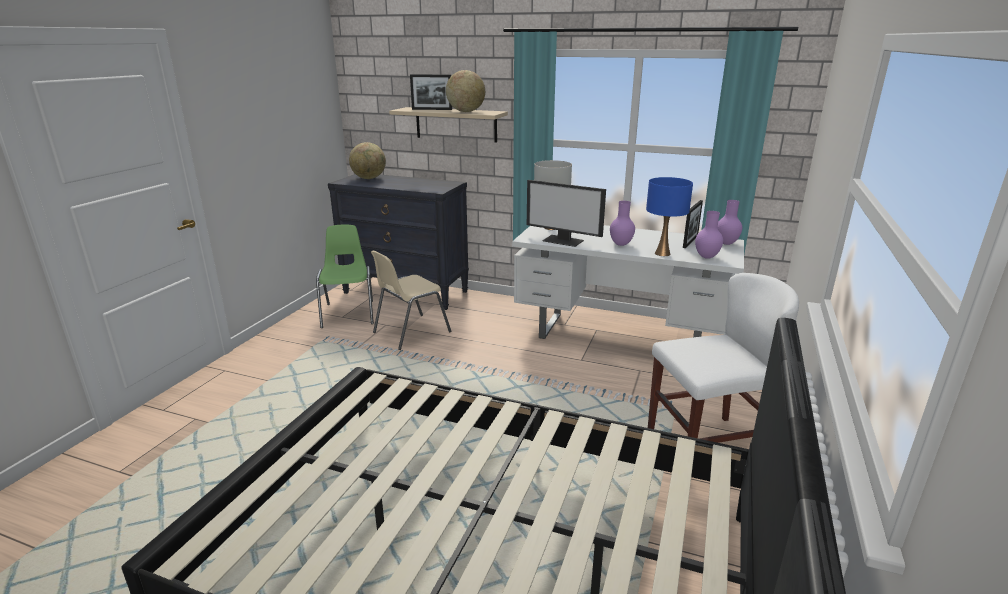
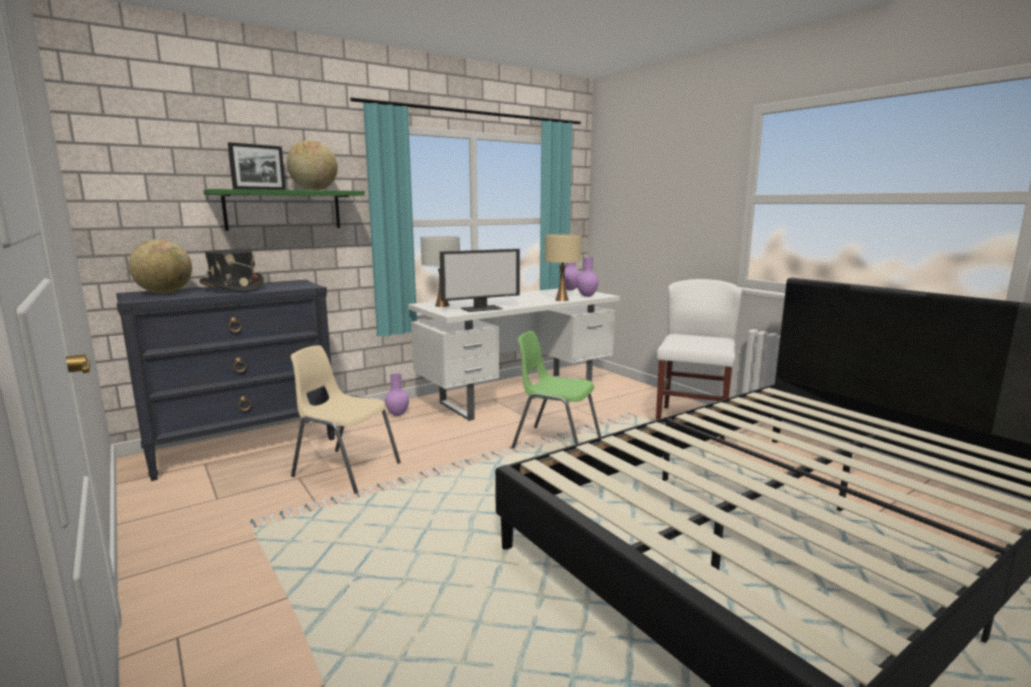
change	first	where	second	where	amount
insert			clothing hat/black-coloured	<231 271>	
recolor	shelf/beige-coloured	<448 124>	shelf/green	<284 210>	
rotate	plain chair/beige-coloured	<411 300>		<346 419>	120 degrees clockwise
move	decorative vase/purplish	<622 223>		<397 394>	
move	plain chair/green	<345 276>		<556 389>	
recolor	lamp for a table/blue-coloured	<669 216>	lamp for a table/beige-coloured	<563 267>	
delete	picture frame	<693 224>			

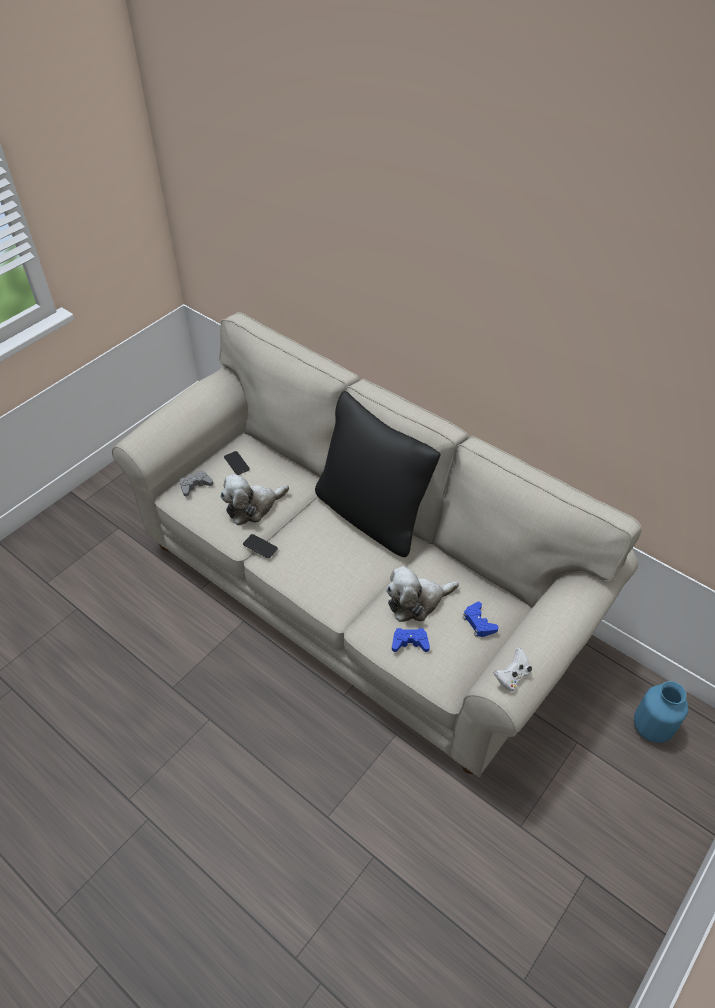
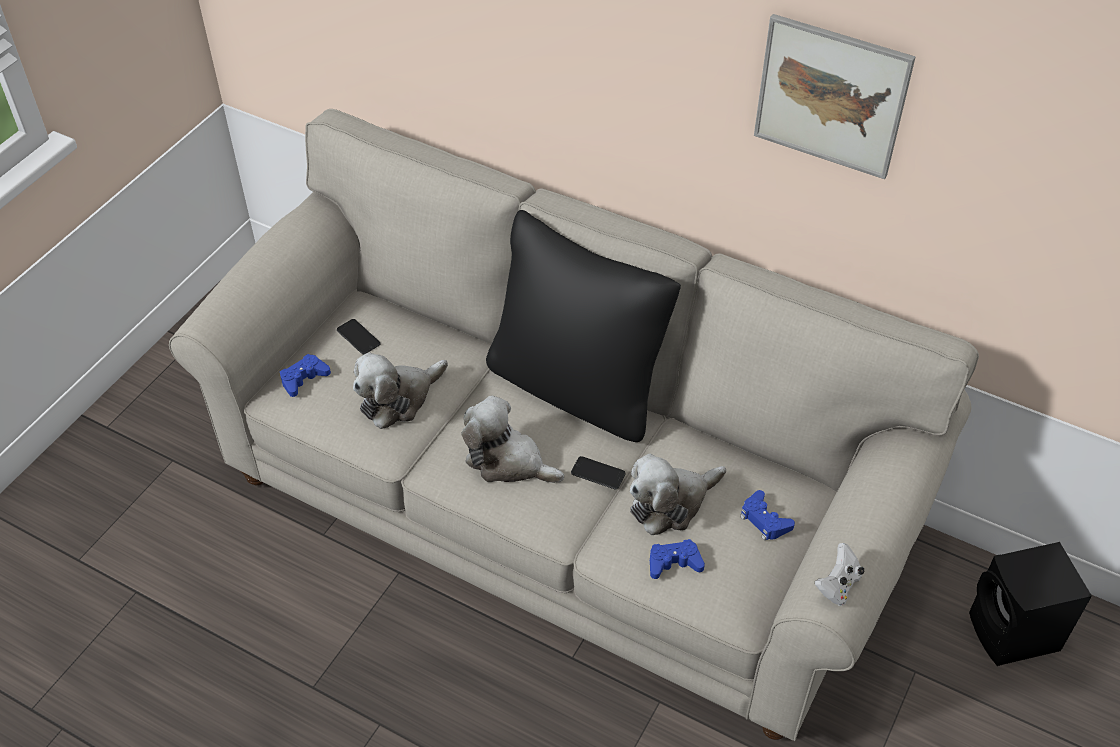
change	first	where	second	where	amount
recolor	game controller/gray	<196 483>	game controller/blue-coloured	<305 375>	
insert			cuddly toy	<512 439>	
move	phone	<260 546>		<598 472>	
insert			wall picture	<834 96>	
replace	decorative vase/blue-coloured	<661 712>	audio speaker/black-coloured	<1030 604>	

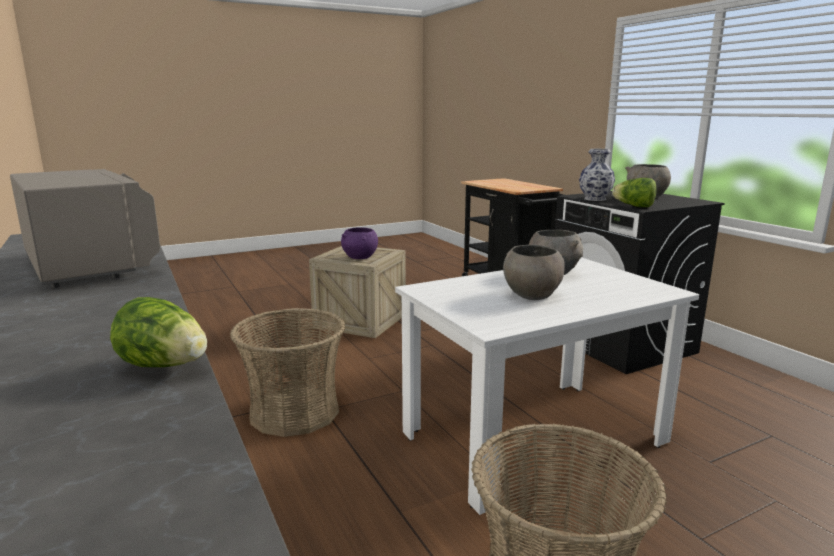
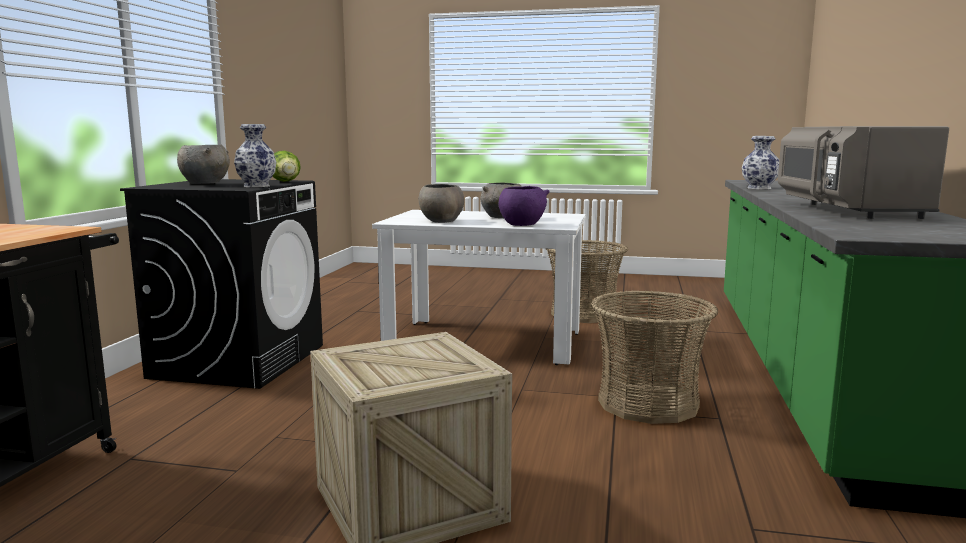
change	first	where	second	where	amount
move	serving bowl/purplish	<359 243>		<524 206>	
replace	lettuce head	<158 332>	decorative vase	<760 162>	

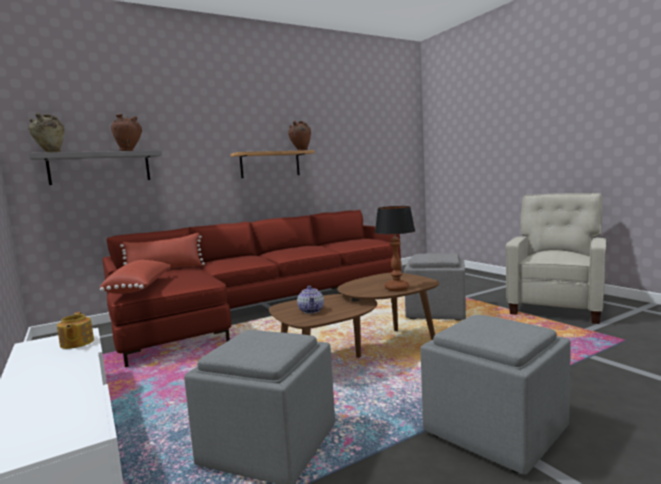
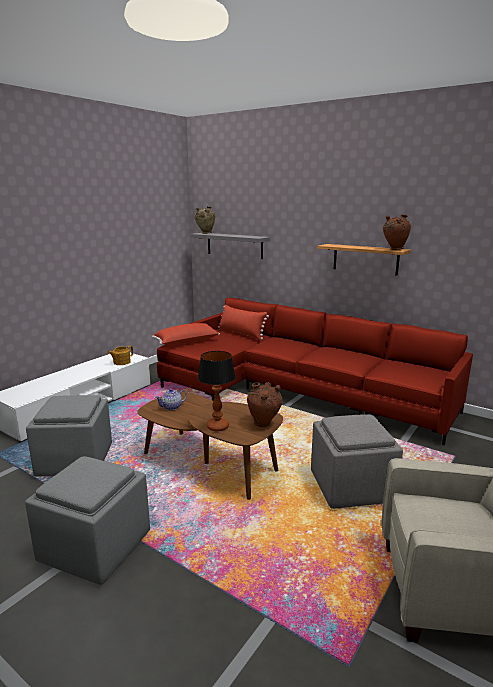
change	first	where	second	where	amount
move	decorative vase/brown	<126 132>		<265 404>	

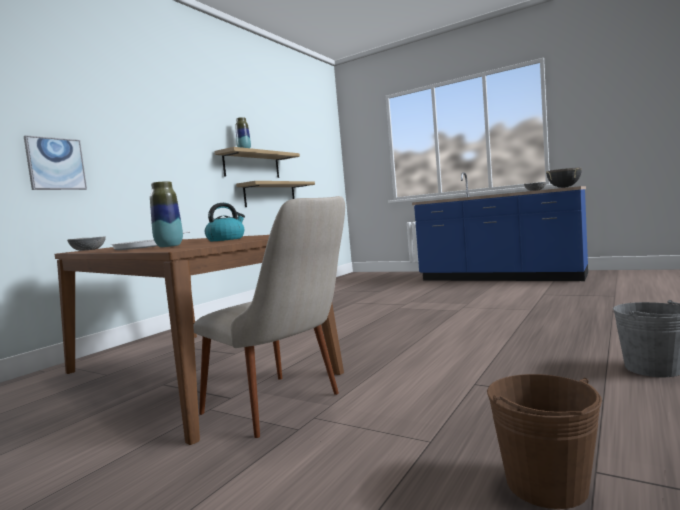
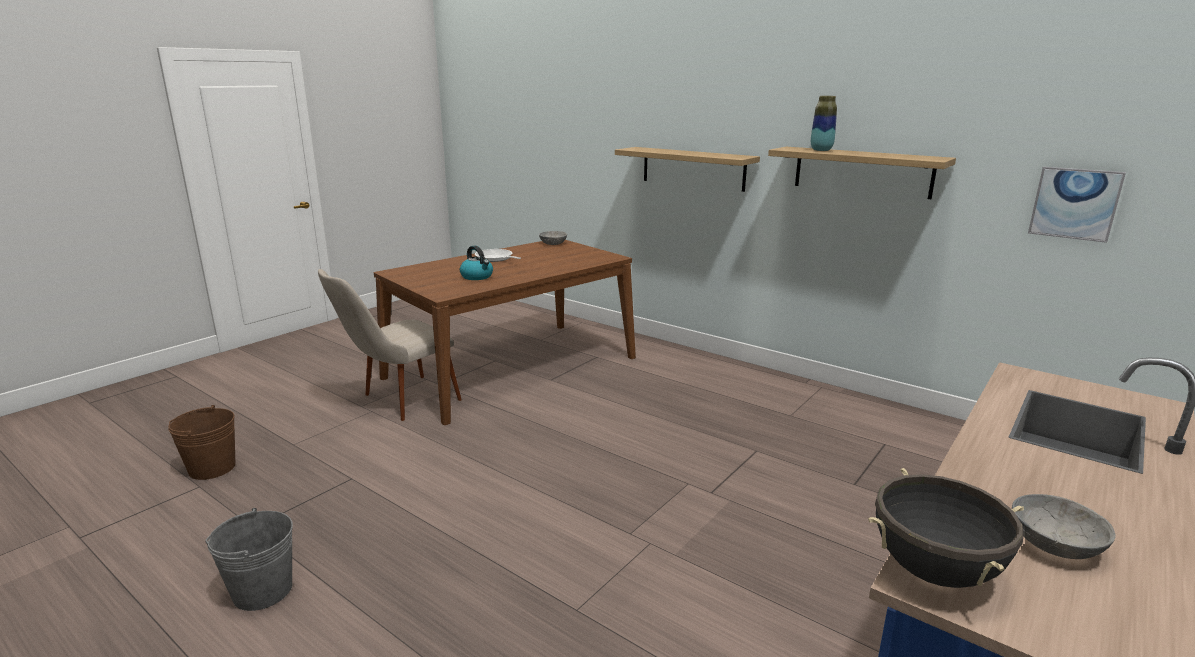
change	first	where	second	where	amount
move	shelf	<275 194>		<687 169>	
move	wall picture	<55 162>		<1077 205>	
delete	decorative vase	<166 214>			

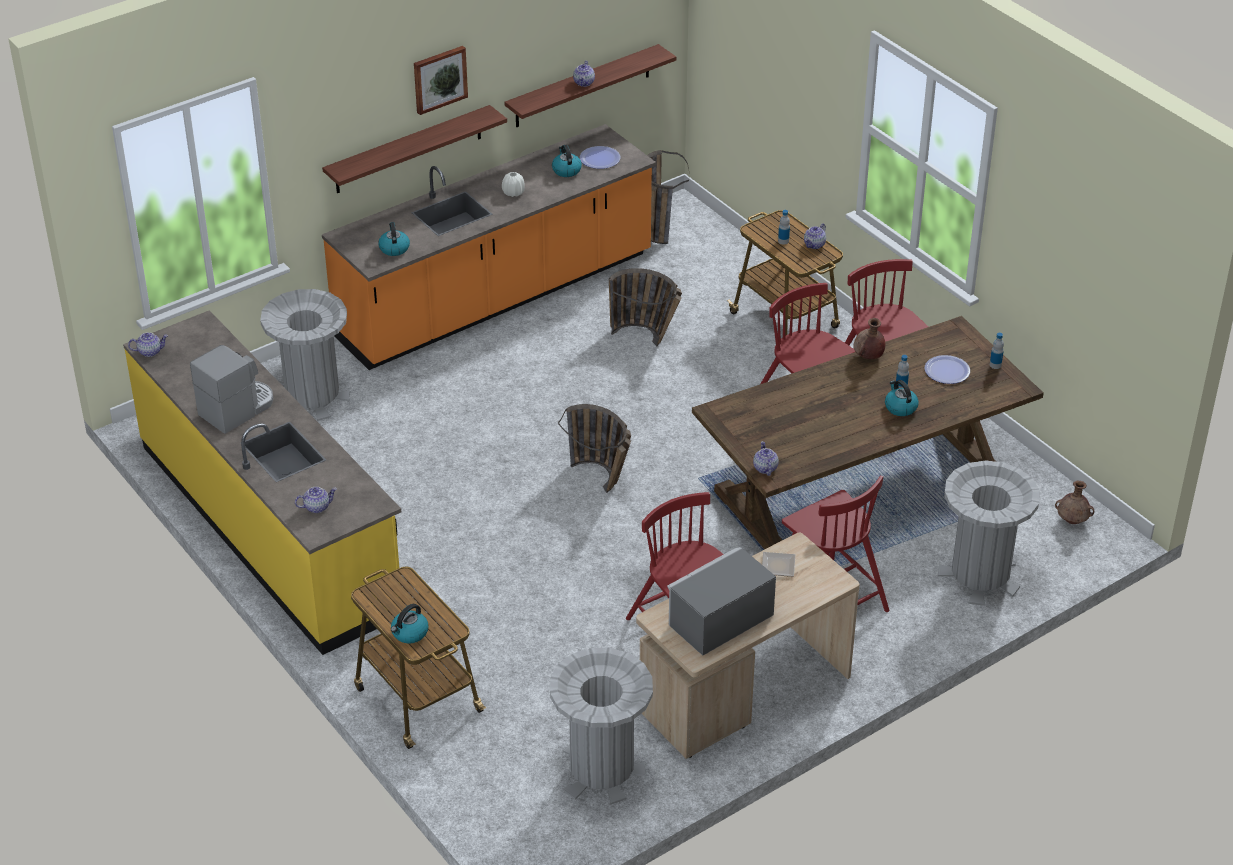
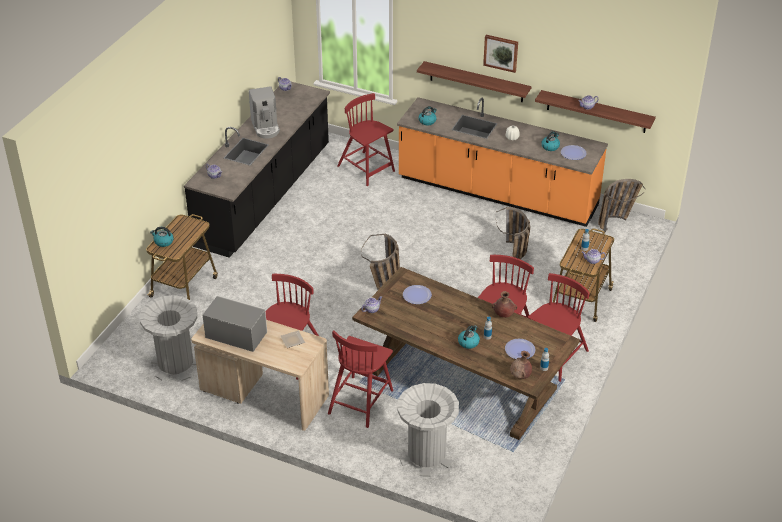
change	first	where	second	where	amount
recolor	kitchen base unit/yellow-coloured	<262 482>	kitchen base unit/black-coloured	<257 170>	
rotate	coffee brewer	<231 389>		<264 112>	60 degrees clockwise
replace	waste bin/gray	<305 355>	plain chair/reddish	<366 139>	
insert			flat dish	<417 294>	
move	decorative vase/brown	<1074 502>		<521 365>	

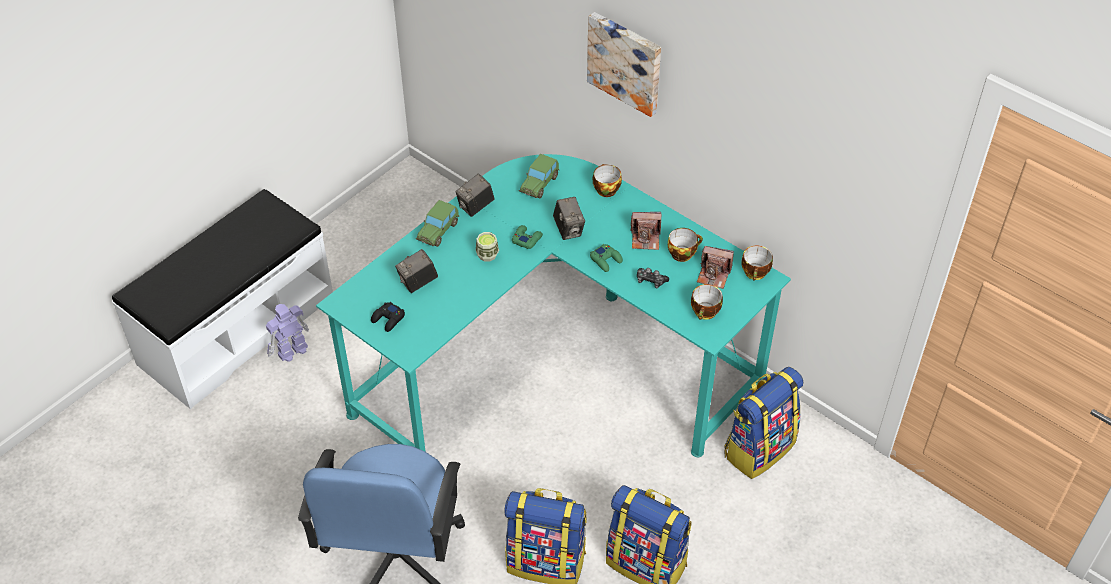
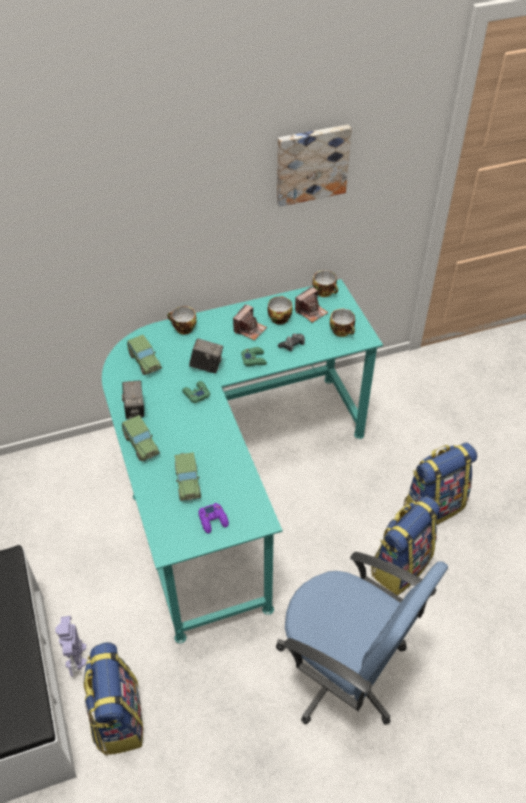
change	first	where	second	where	amount
move	rucksack	<763 423>		<113 699>	
replace	photo camera	<416 271>	toy car	<187 476>	
recolor	game controller/black-coloured	<388 317>	game controller/purplish	<213 518>	
move	wall picture	<624 64>		<314 165>	
delete	cup	<487 247>			

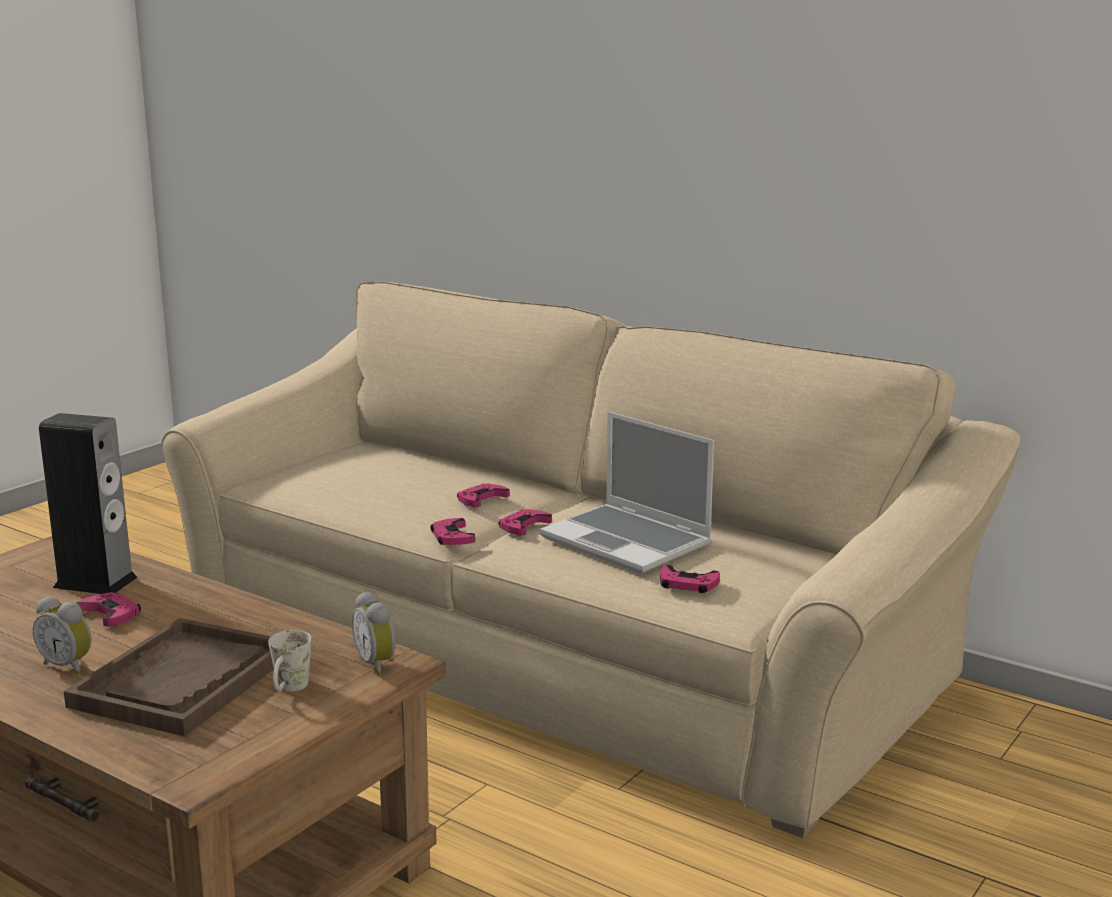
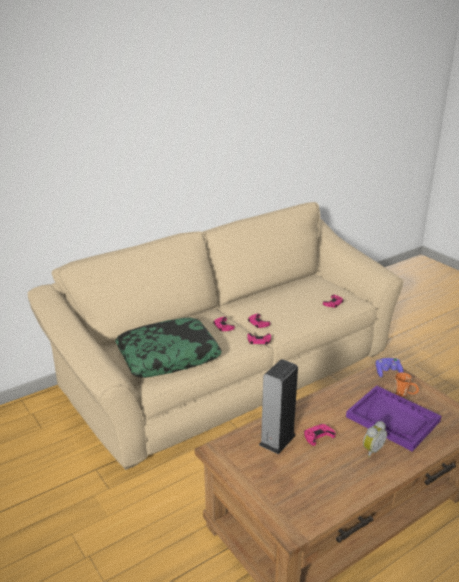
change	first	where	second	where	amount
insert			pillow	<168 347>	
recolor	carrying tray/brown	<169 677>	carrying tray/purplish	<393 418>	
replace	alarm clock	<374 633>	game controller/purplish	<390 367>	
recolor	mug/white	<289 661>	mug/orange-coloured	<407 384>	
delete	laptop	<627 493>			

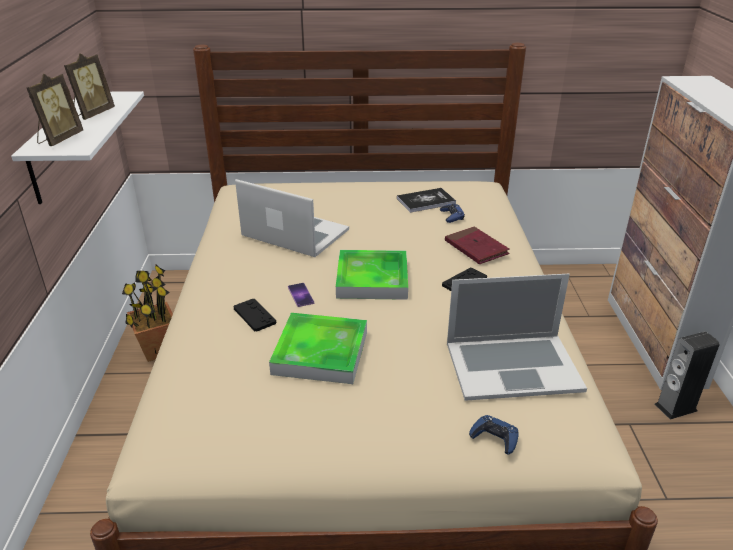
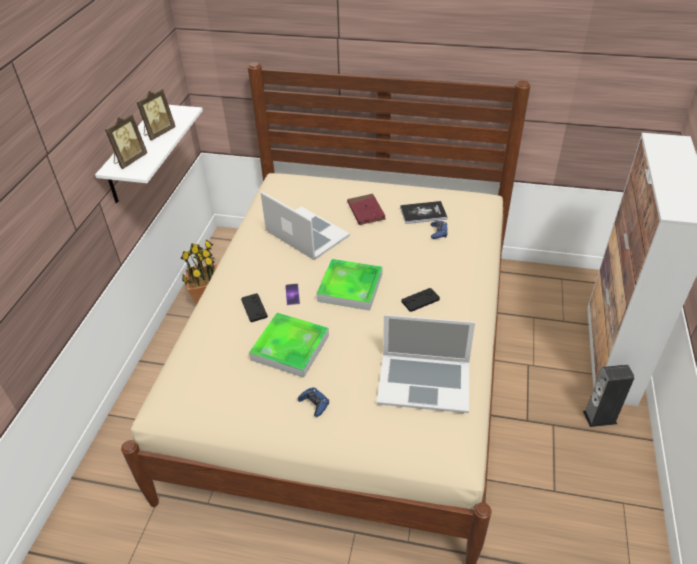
change	first	where	second	where	amount
move	game controller/blue-coloured	<494 435>		<313 402>	
move	bound book/reddish	<477 245>		<366 209>	

